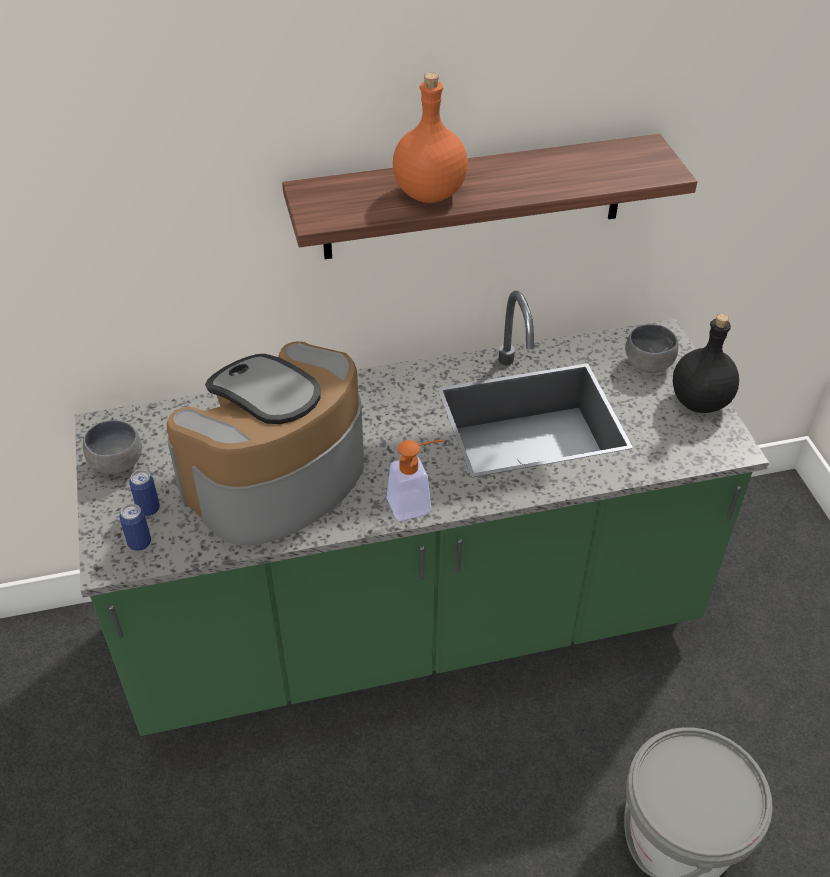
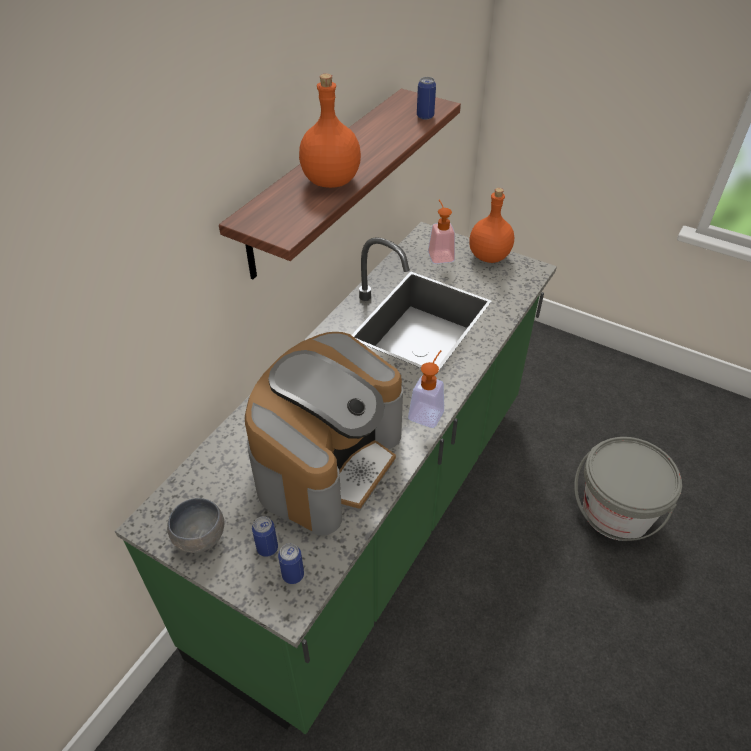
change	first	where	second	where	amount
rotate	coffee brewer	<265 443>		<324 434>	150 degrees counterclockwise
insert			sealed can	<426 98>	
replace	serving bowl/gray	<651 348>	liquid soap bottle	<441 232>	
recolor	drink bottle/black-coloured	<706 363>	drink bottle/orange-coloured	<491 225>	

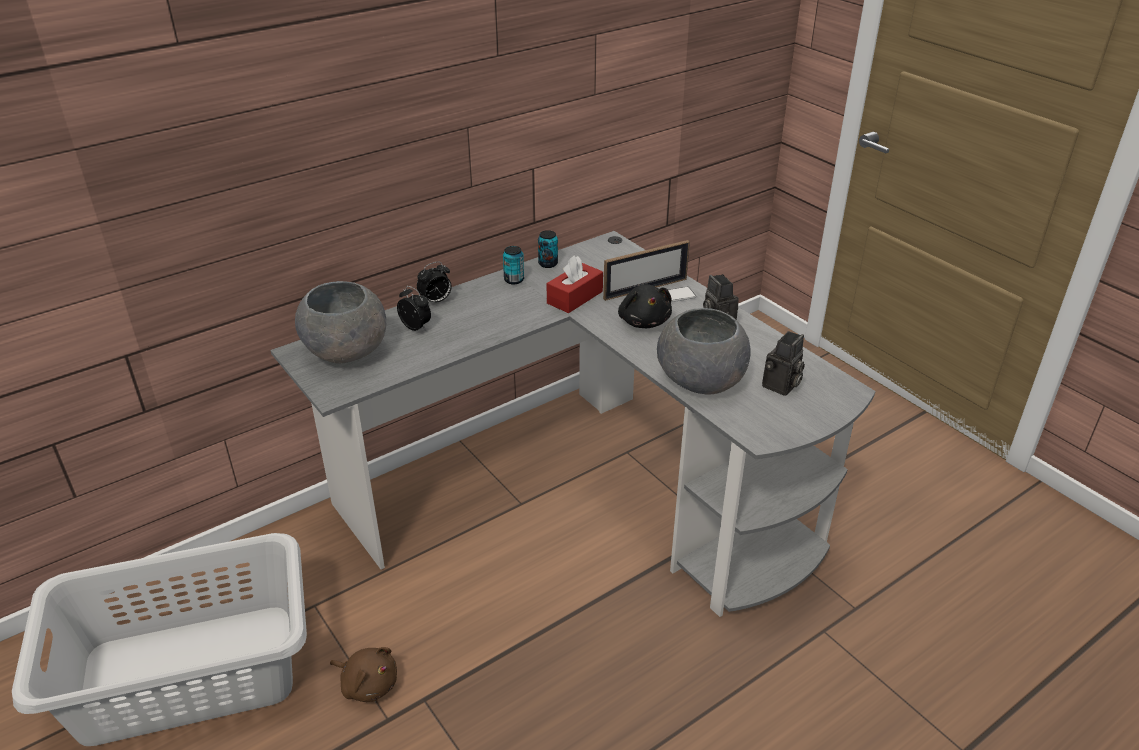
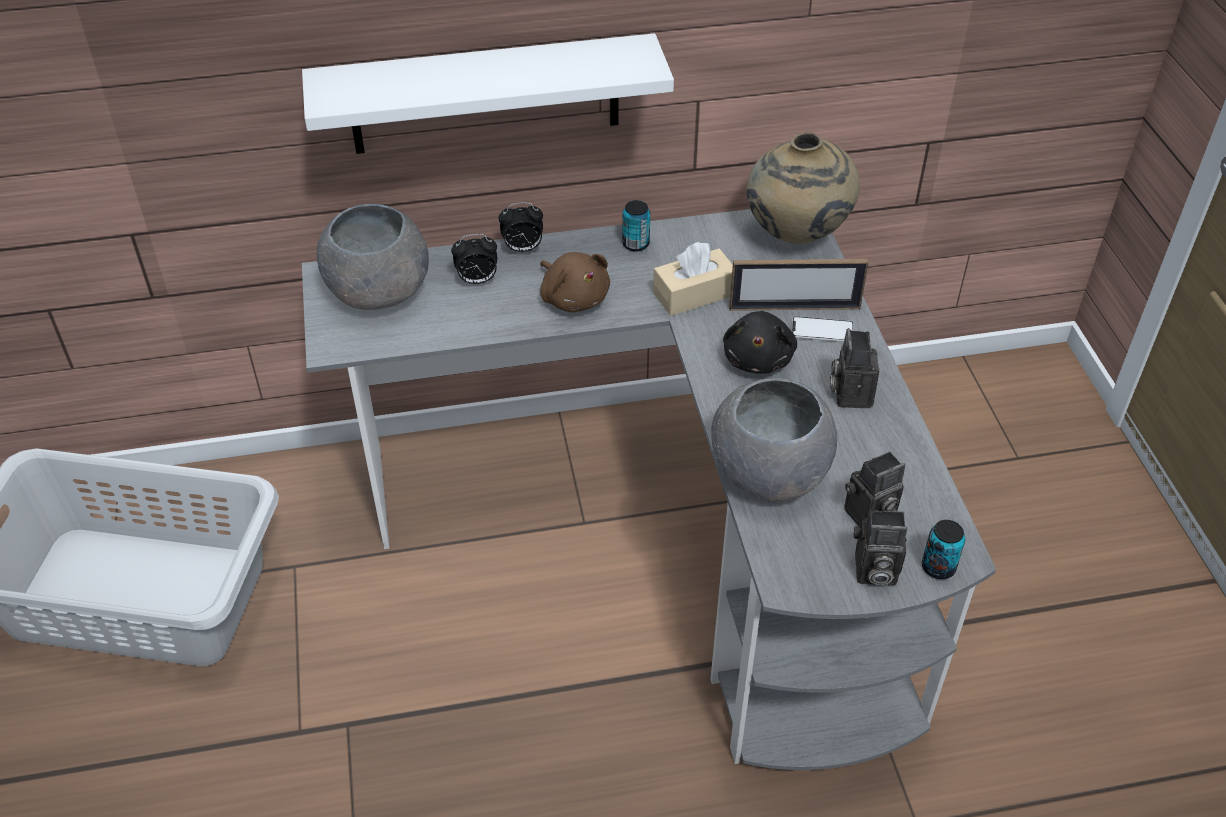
change	first	where	second	where	amount
insert			shelf/white	<488 93>	
rotate	alarm clock	<414 308>		<474 259>	105 degrees clockwise
move	cuddly toy/brown	<363 674>		<575 282>	
recolor	tissue holder/reddish	<574 284>	tissue holder/beige-coloured	<693 279>	
insert			decorative vase/beige-coloured	<803 188>	
insert			photo camera	<881 548>	
move	sealed can	<548 249>		<943 549>	

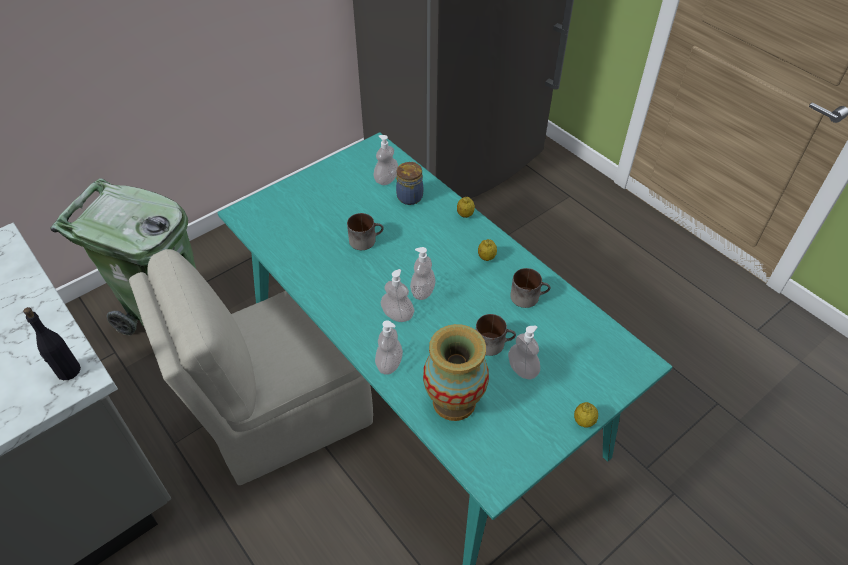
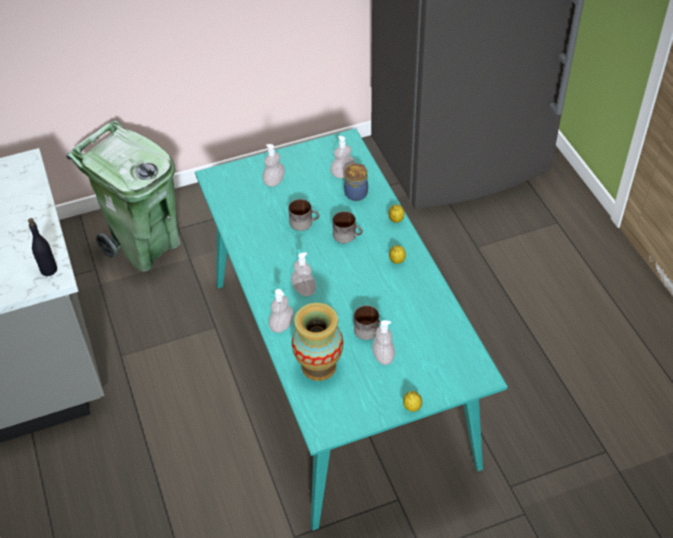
change	first	where	second	where	amount
move	liquid soap bottle	<422 273>		<274 165>	
move	mug	<530 288>		<347 227>	
delete	plain chair/beige-coloured	<251 367>			

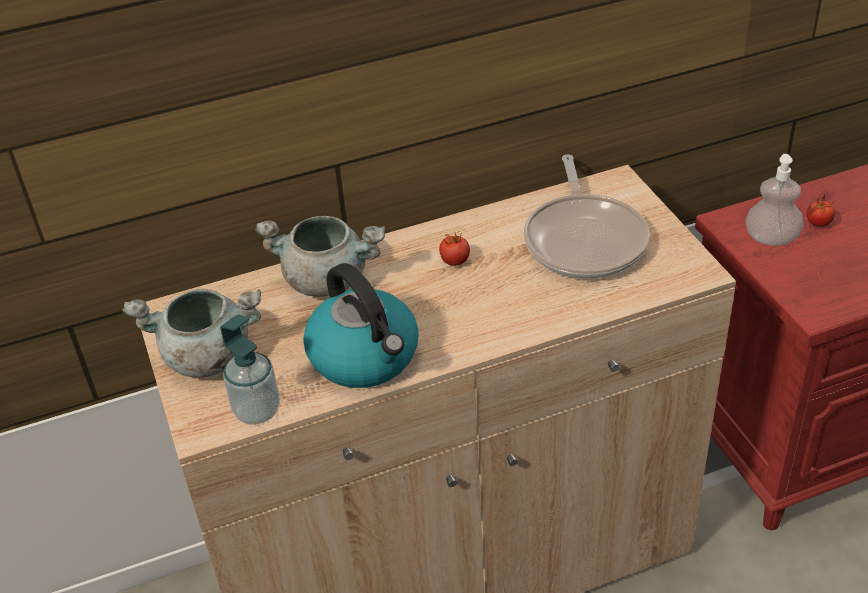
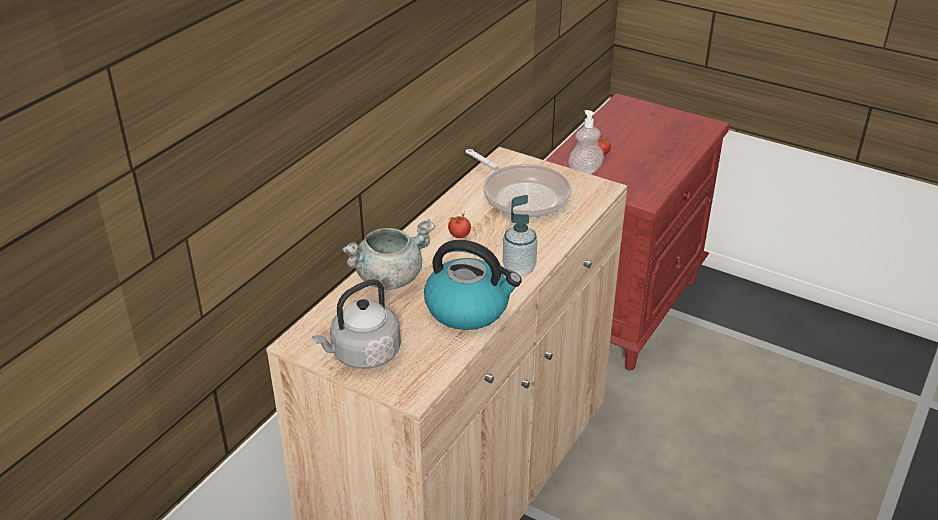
change	first	where	second	where	amount
replace	saucepot/gray	<191 333>	water kettle/gray	<356 324>	
move	liquid soap bottle	<250 369>		<520 235>	

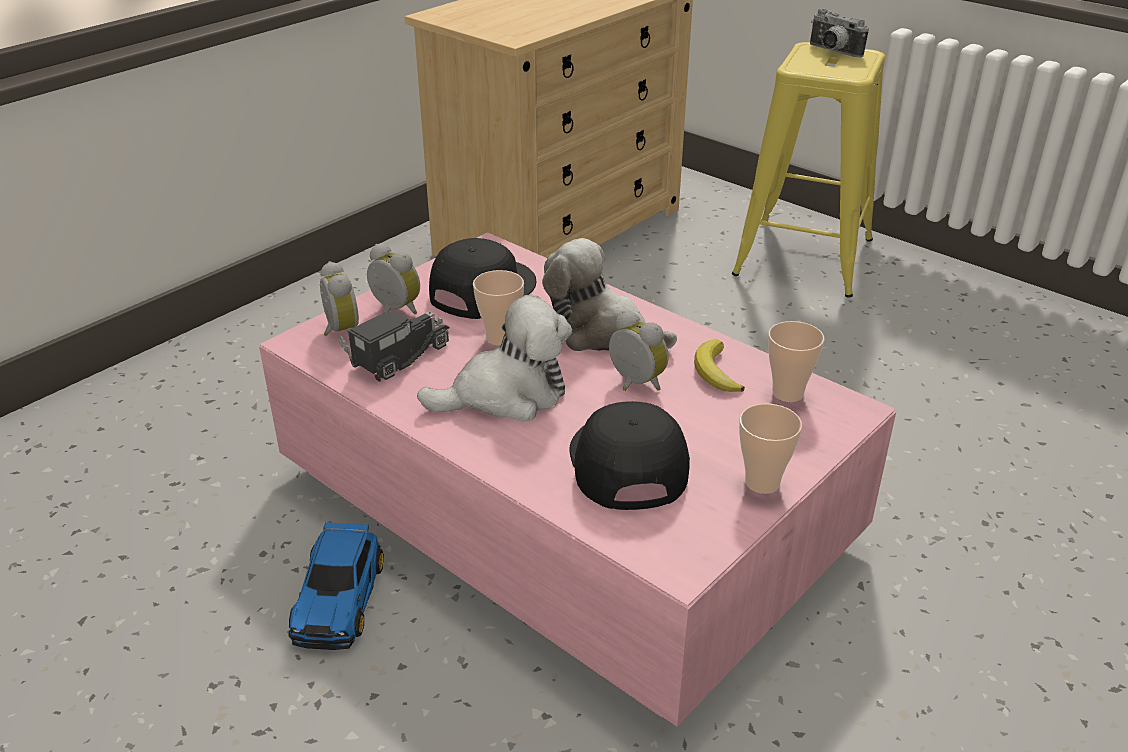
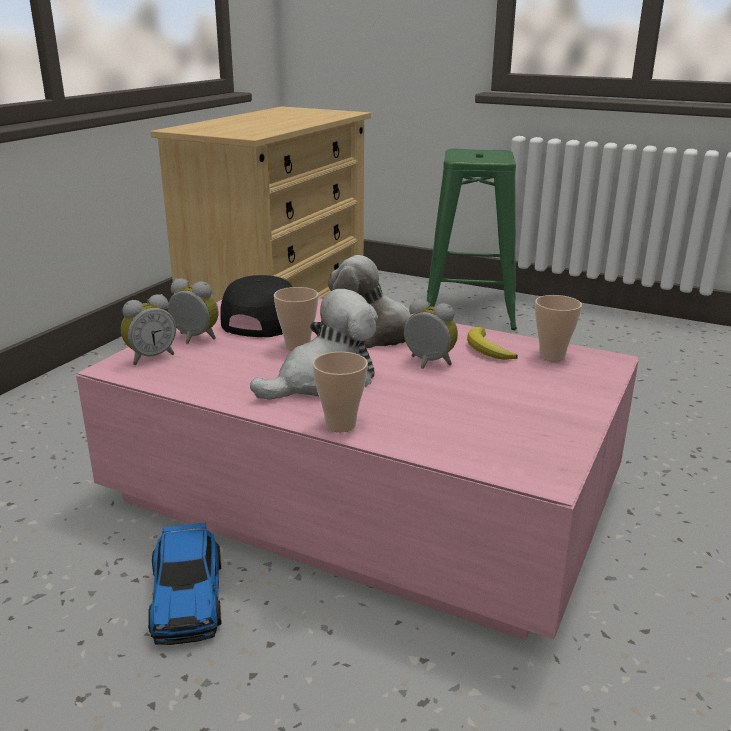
change	first	where	second	where	amount
rotate	alarm clock	<339 298>		<148 329>	90 degrees clockwise
move	cup	<770 448>		<340 392>	
recolor	stool/yellow-coloured	<808 170>	stool/green	<472 239>	
delete	model truck	<394 346>			
delete	baseball cap/black-coloured	<629 455>			
delete	photo camera	<839 33>			

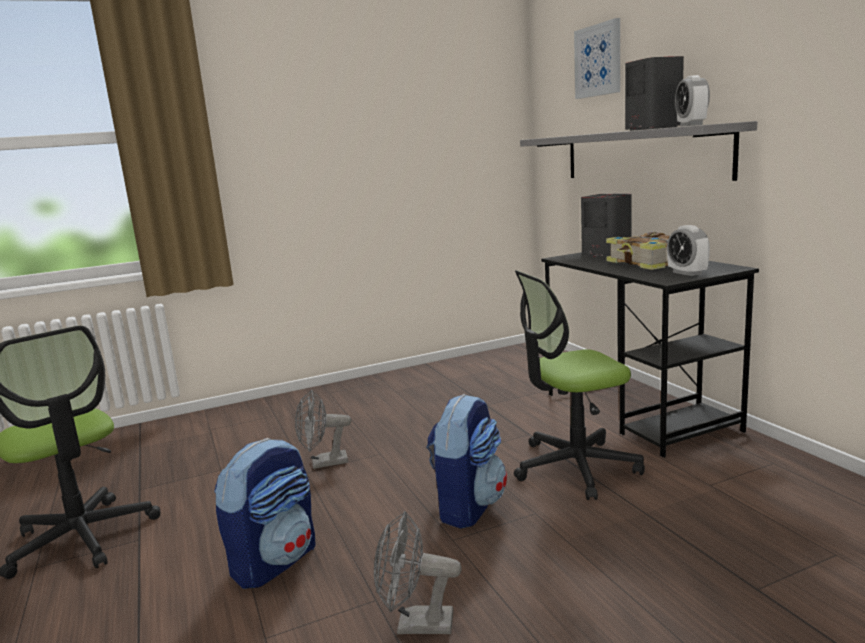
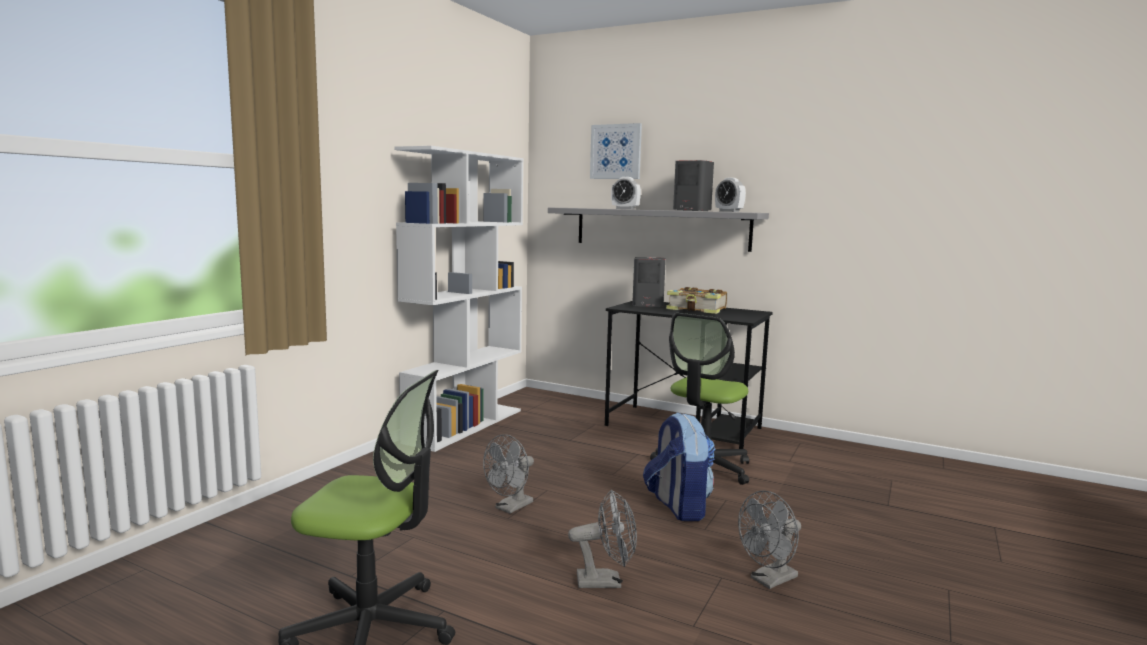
change	first	where	second	where	amount
insert			bookshelf/white	<458 299>	
replace	rucksack	<265 513>	cooling fan/gray	<602 538>	
move	alarm clock	<688 250>		<626 193>	

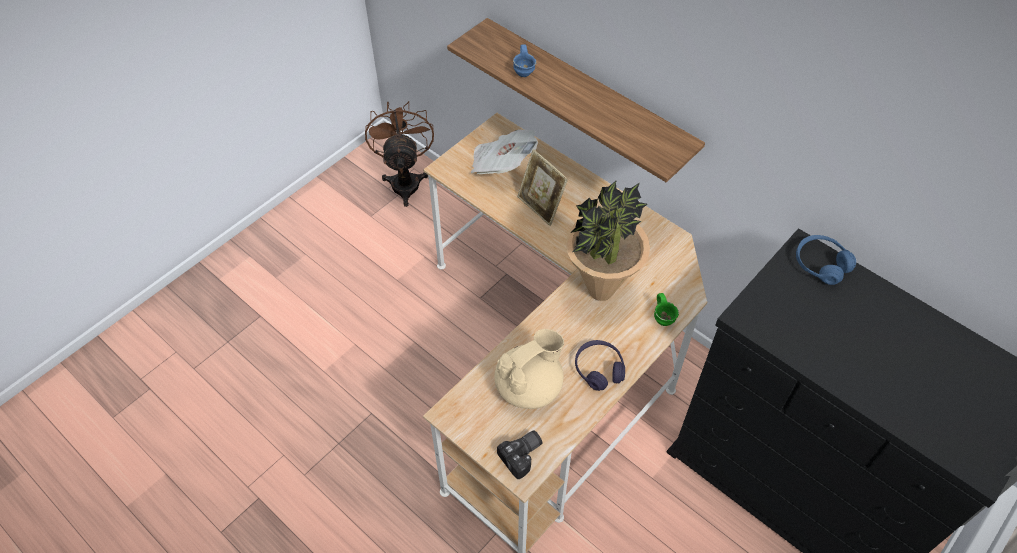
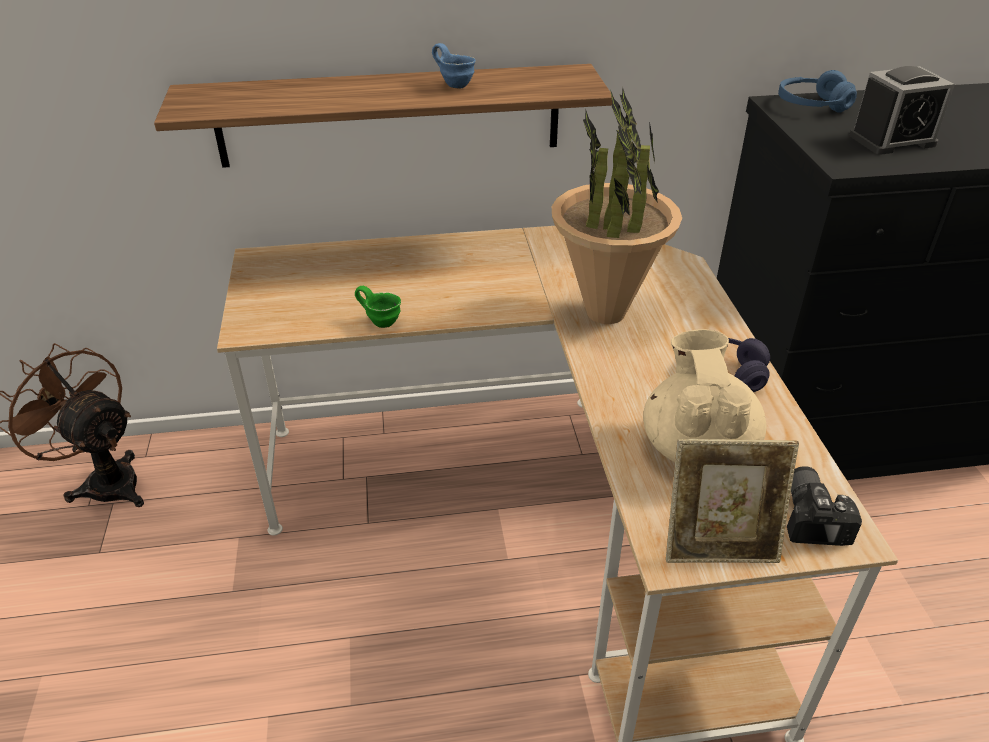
change	first	where	second	where	amount
move	mug/green	<666 309>		<378 307>	
move	mug/blue-coloured	<524 60>		<454 66>	
move	picture frame	<542 187>		<732 501>	
insert			alarm clock	<902 110>	
delete	printed paper	<504 151>			

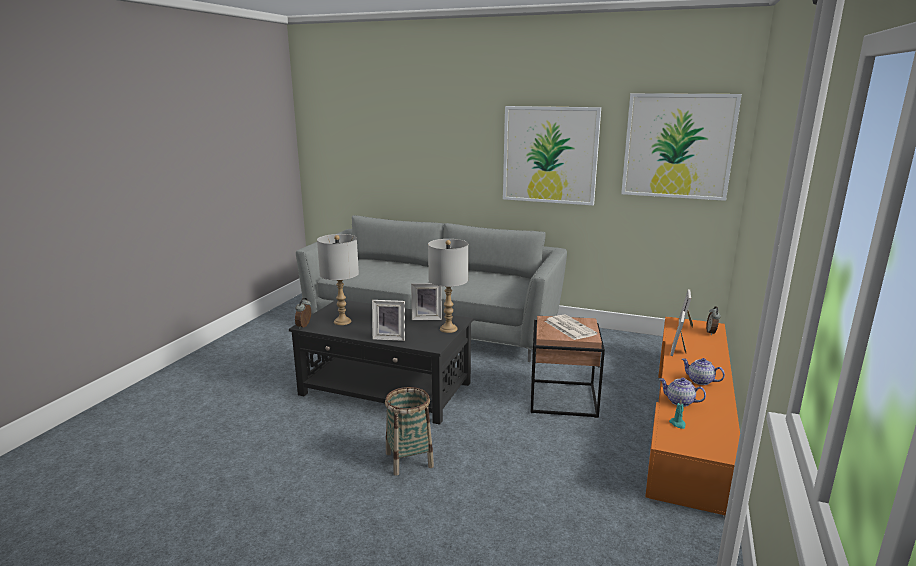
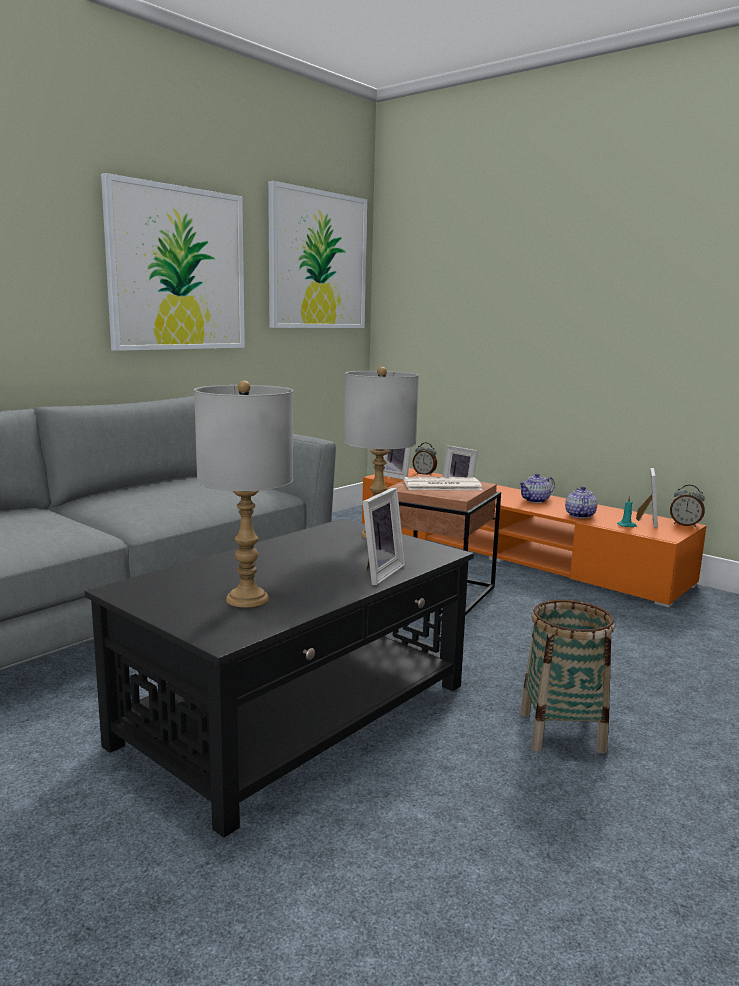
change	first	where	second	where	amount
rotate	pot for tea	<682 392>		<581 502>	135 degrees clockwise
move	picture frame	<426 301>		<647 498>	
move	alarm clock	<303 313>		<687 506>	

